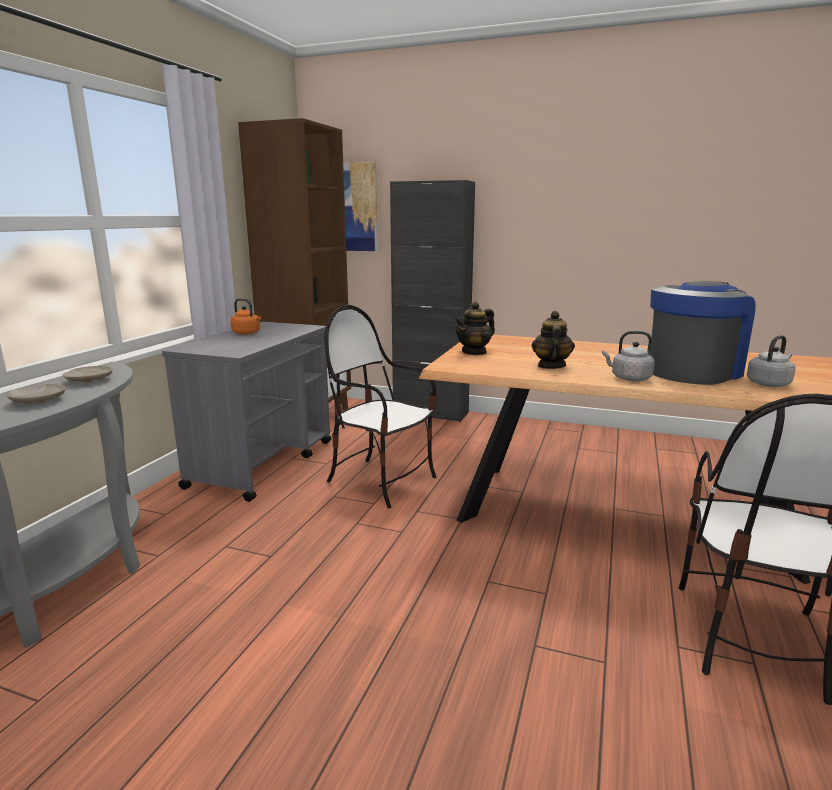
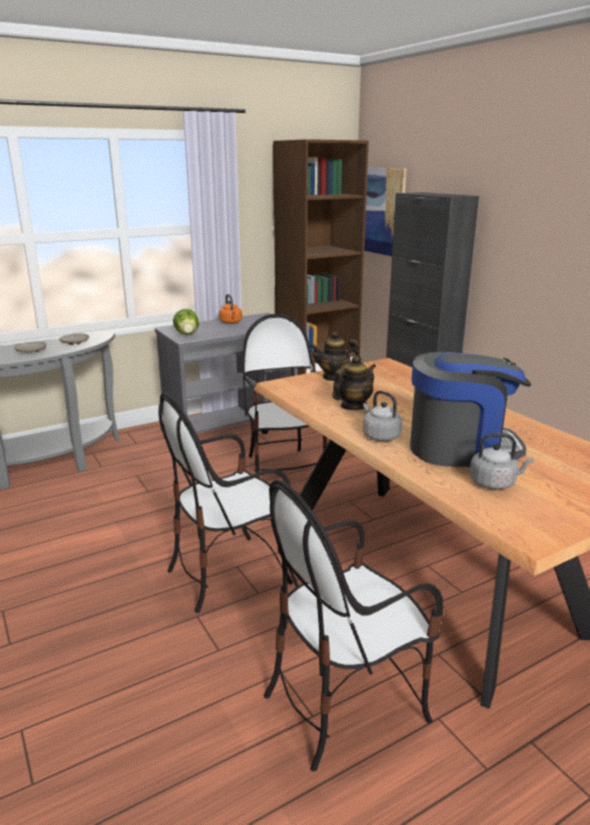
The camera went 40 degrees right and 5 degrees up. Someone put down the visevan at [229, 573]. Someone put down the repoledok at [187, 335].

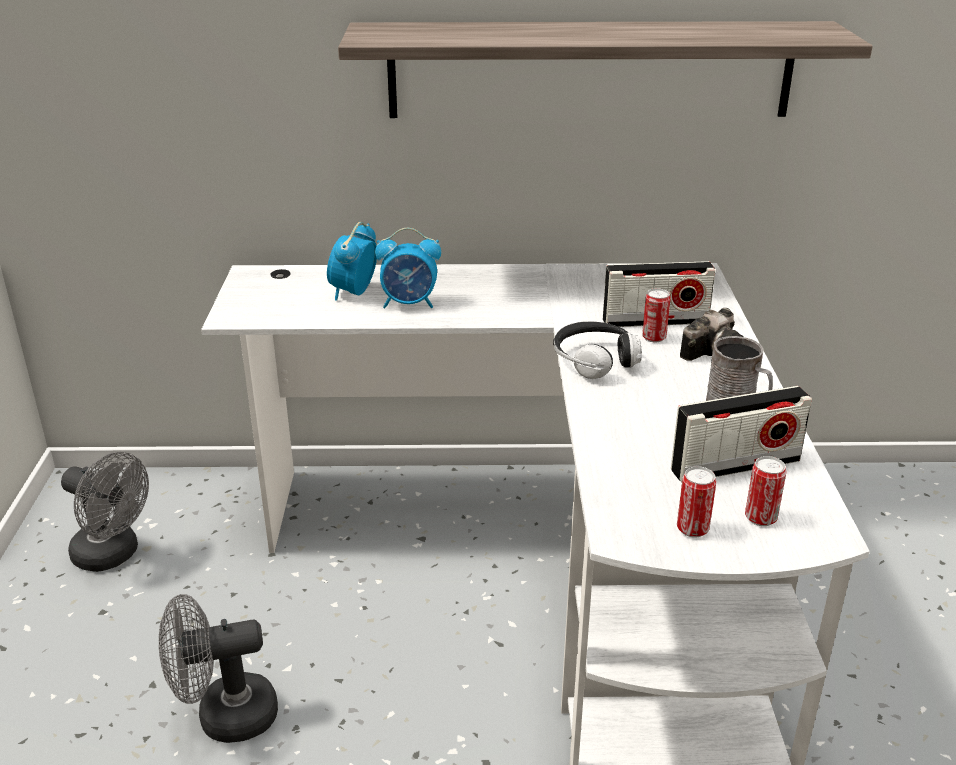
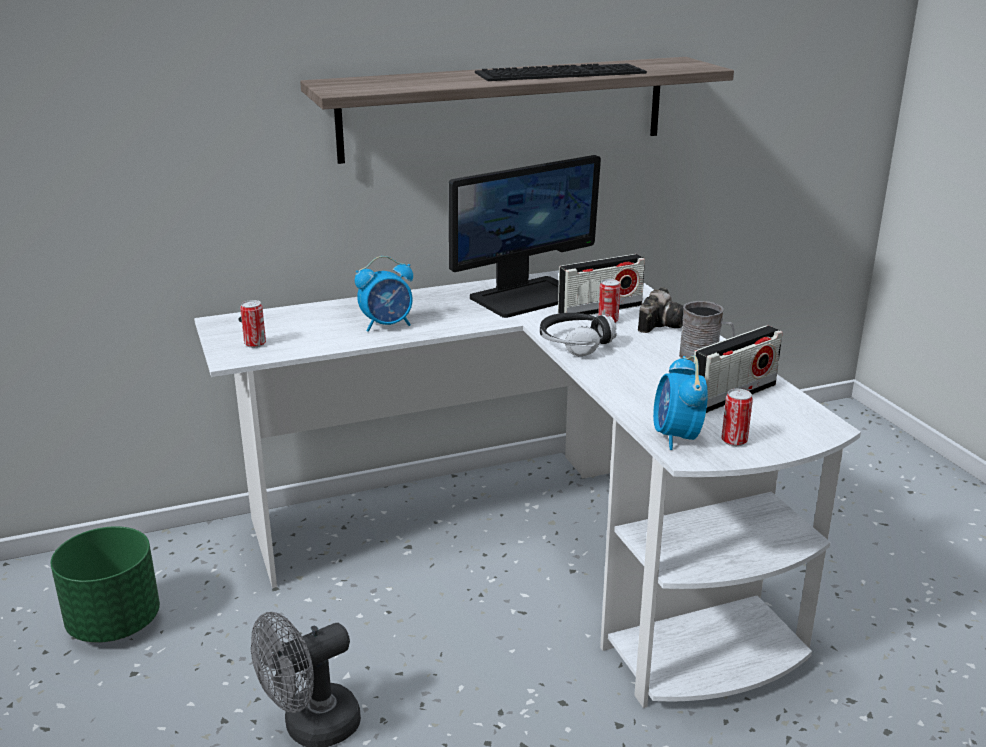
The camera went 20 degrees left and 5 degrees down. Someone swapped the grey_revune at [113, 555] for the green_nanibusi at [114, 623]. Someone carried the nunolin from [353, 293] to [676, 437]. Someone carried the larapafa from [760, 518] to [255, 344]. Someone put down the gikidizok at [526, 296]. Someone put down the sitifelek at [561, 72].

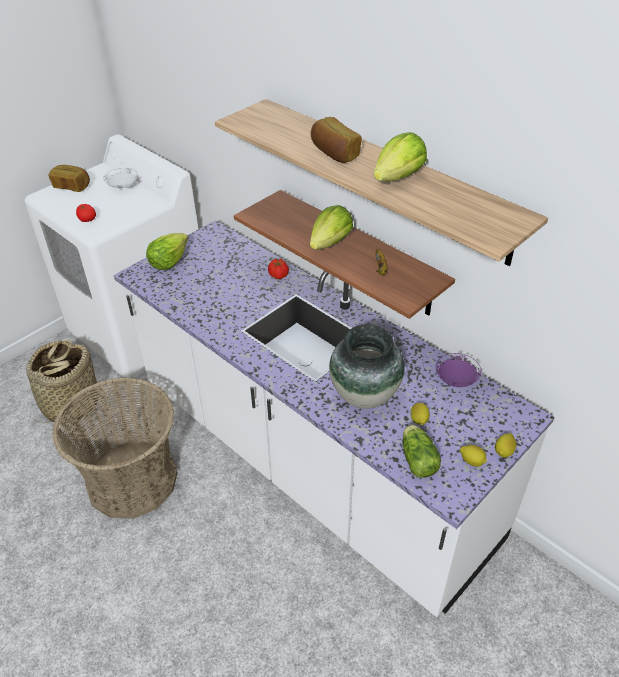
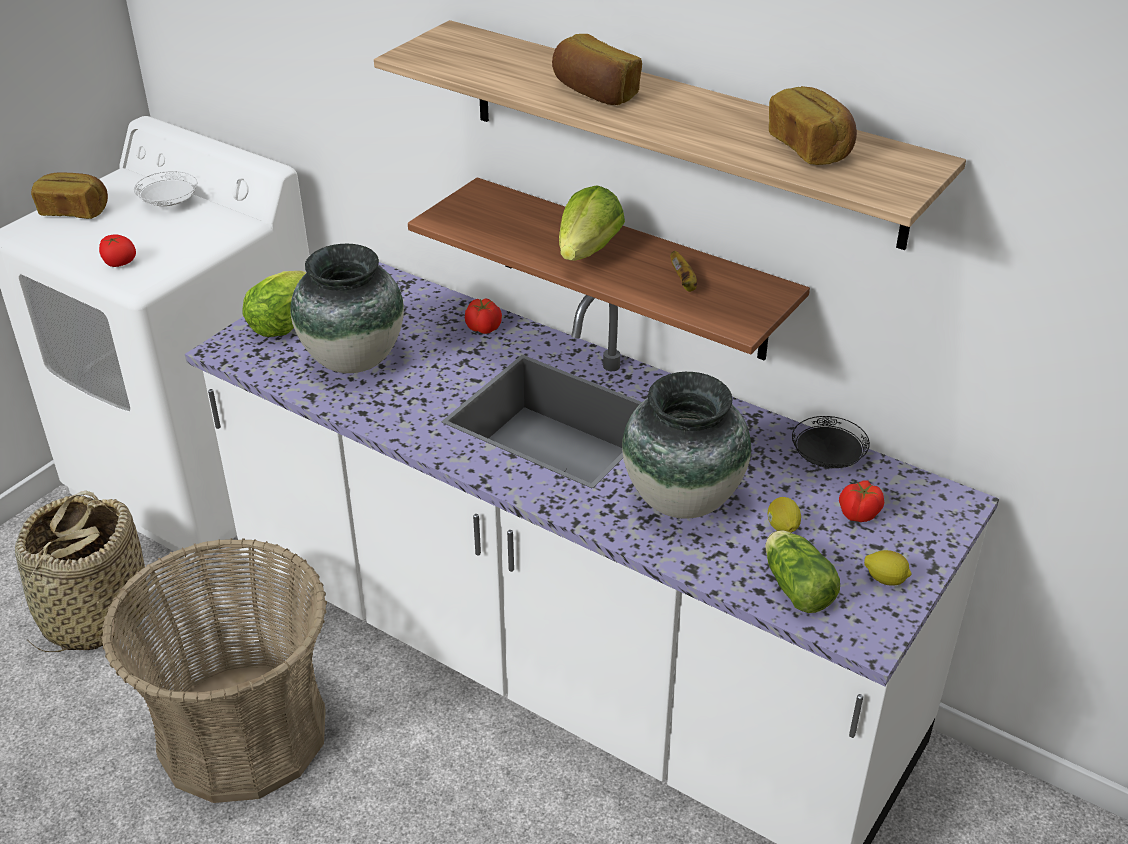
The camera went 10 degrees left and 5 degrees down. Someone took away the repoledok at [398, 178]. Someone repainted the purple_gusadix at [456, 379], which became the black_gusadix at [827, 459]. Someone took away the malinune at [504, 451]. Someone put down the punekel at [353, 361]. Someone put down the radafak at [810, 148]. Someone put down the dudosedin at [858, 514].

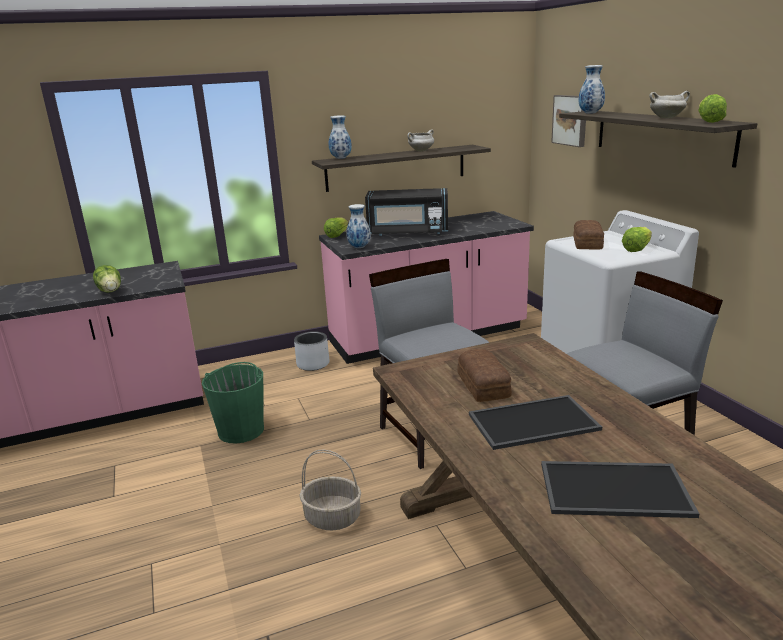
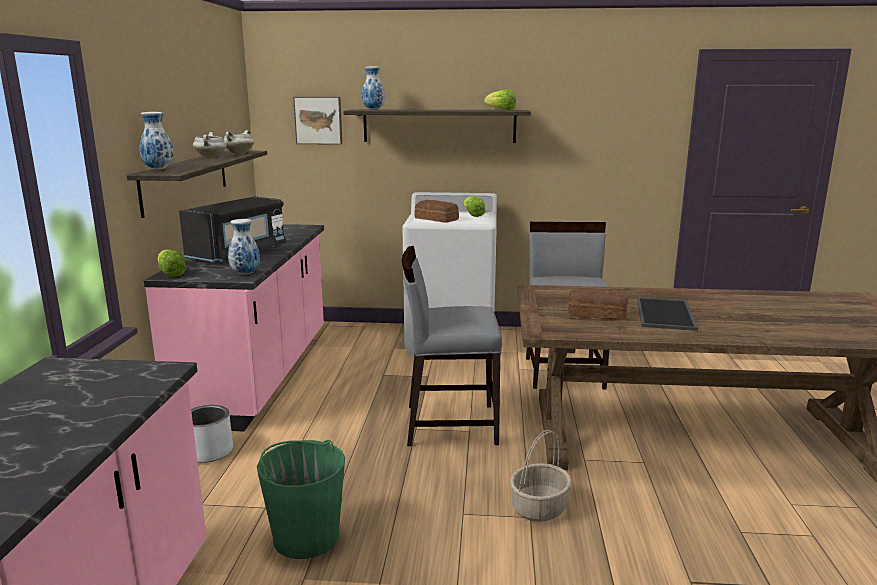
The camera went 65 degrees left and 5 degrees down. Someone took away the repoledok at [111, 291]. Someone took away the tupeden at [615, 488]. Someone carried the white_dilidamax from [666, 118] to [239, 153].

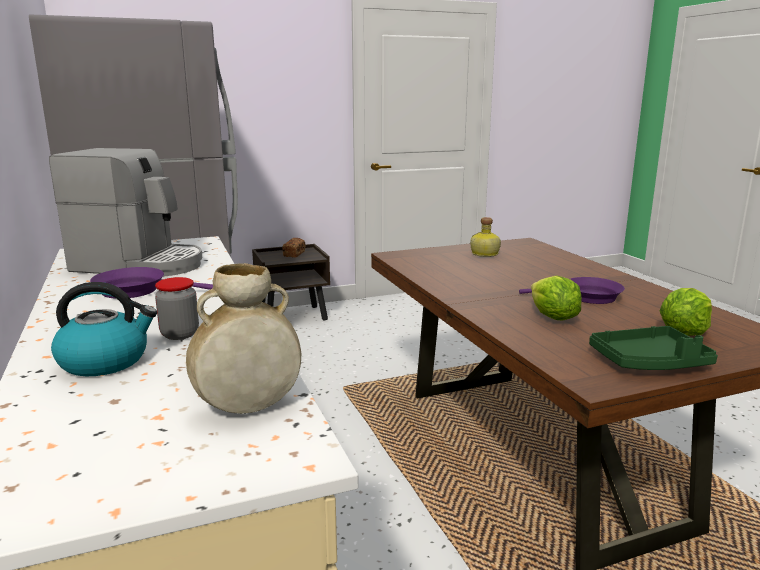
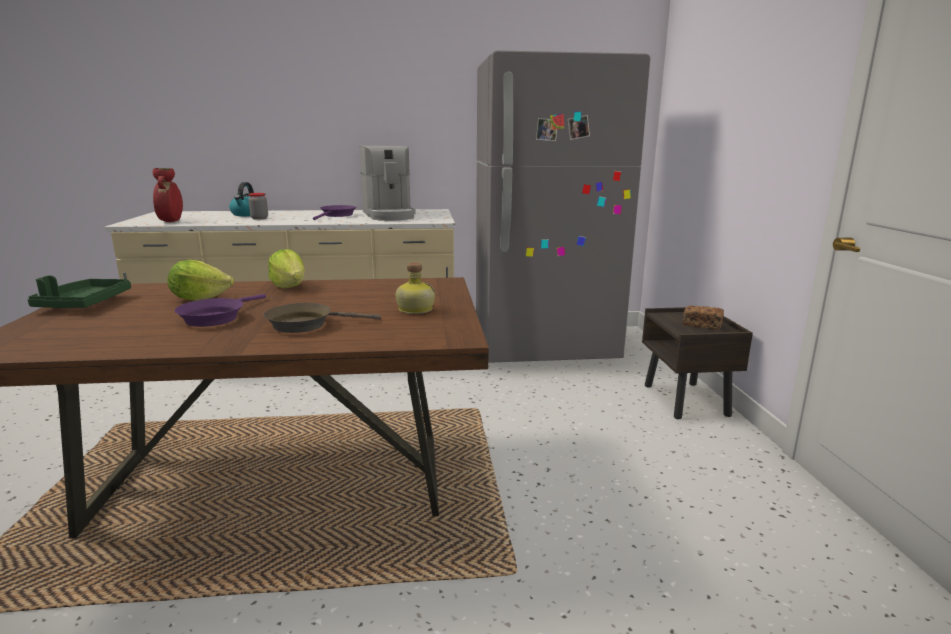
The camera went 105 degrees right and 0 degrees up. Someone rotated the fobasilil at [140, 265] by 45 degrees counterclockwise. Someone repainted the beige_punekel at [248, 407], which became the red_punekel at [171, 221]. Someone carried the repoledok from [683, 332] to [289, 286]. Someone put down the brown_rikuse at [305, 324].

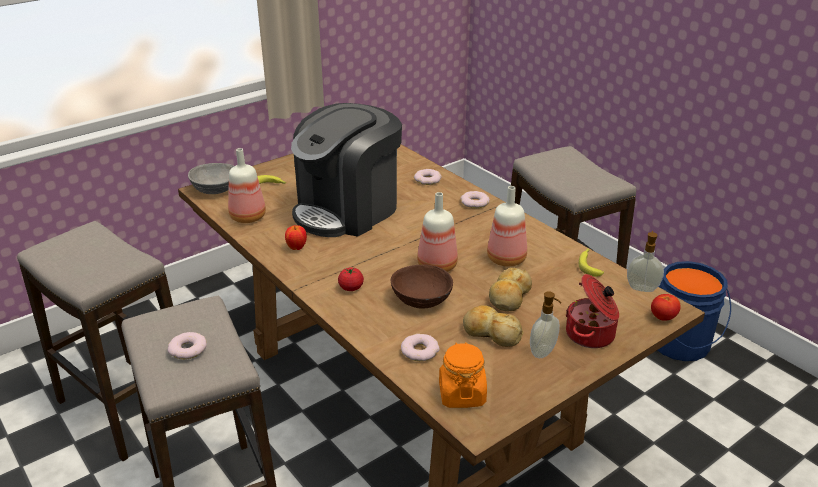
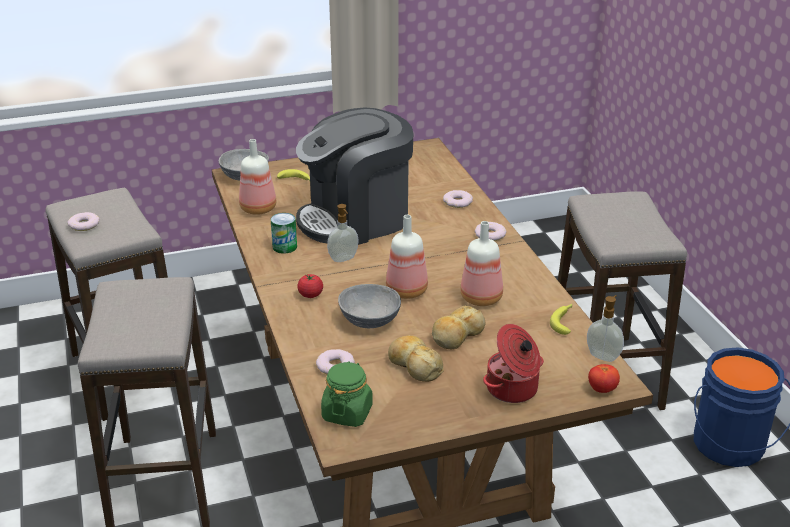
The camera went 20 degrees right and 0 degrees up. Someone carried the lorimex from [187, 349] to [84, 225]. Someone swapped the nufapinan at [296, 248] for the larapafa at [284, 247]. Someone repainted the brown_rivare at [421, 300], which became the grey_rivare at [369, 320]. Someone repainted the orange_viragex at [461, 394], which became the green_viragex at [347, 413]. Someone carried the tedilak from [543, 352] to [343, 259].

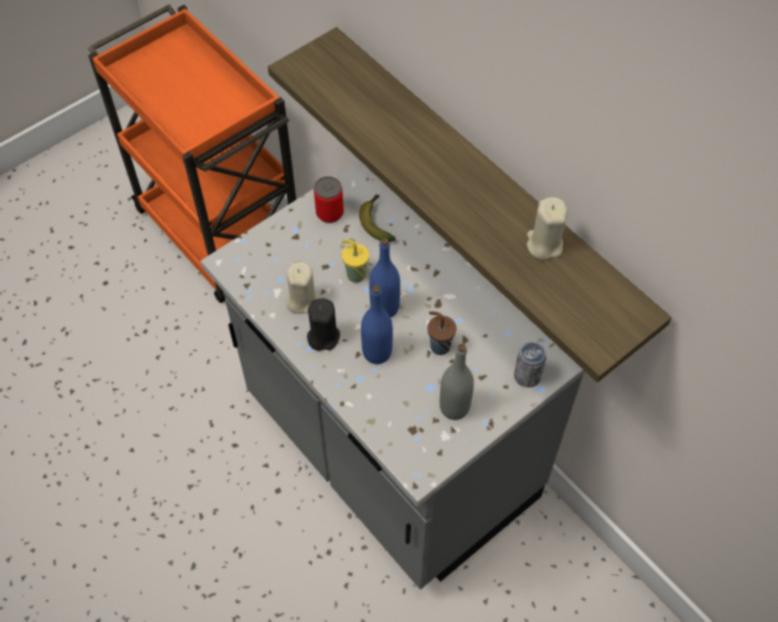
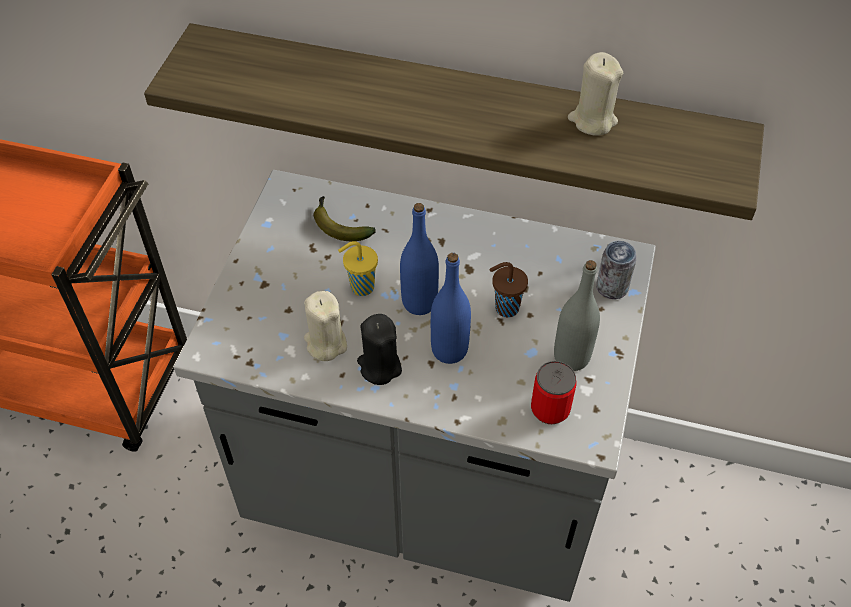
The camera went 35 degrees left and 5 degrees down. Someone carried the larapafa from [329, 213] to [550, 409].

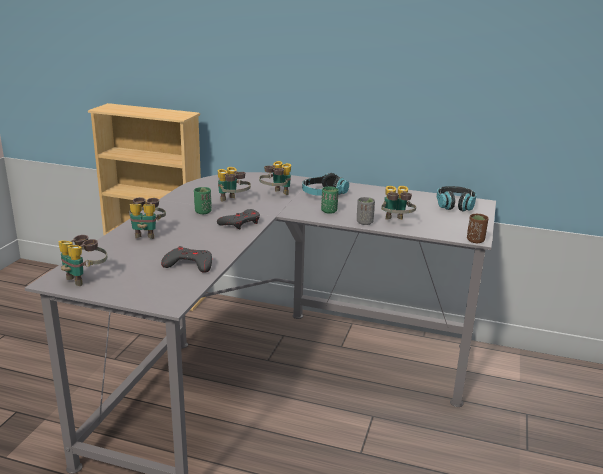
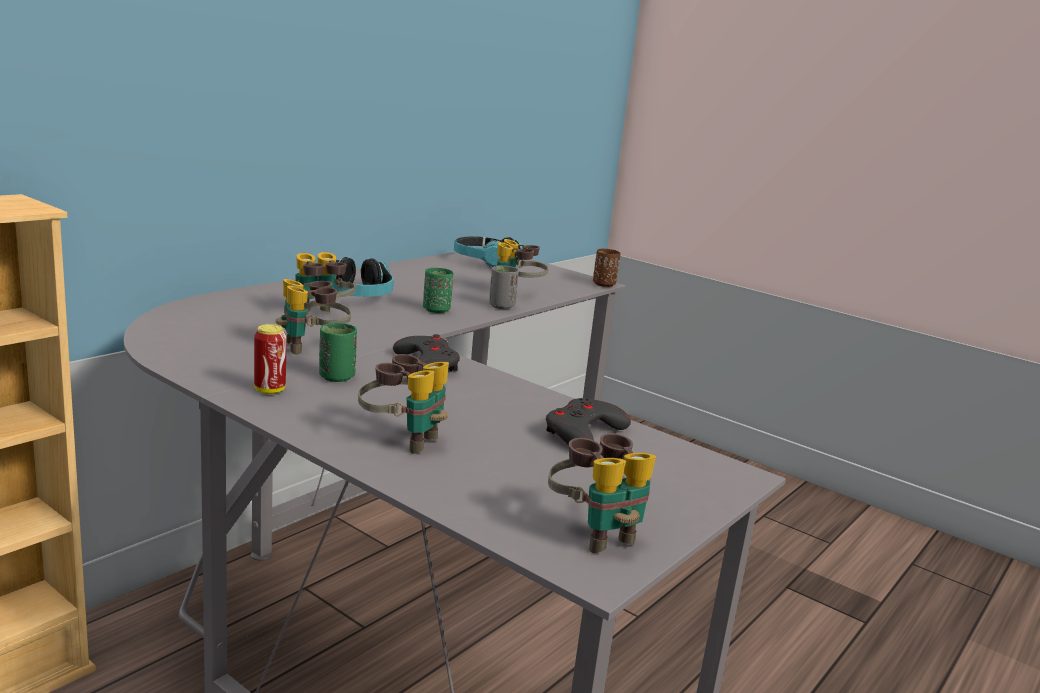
The camera went 70 degrees left and 5 degrees down. Someone put down the larapafa at [269, 390].

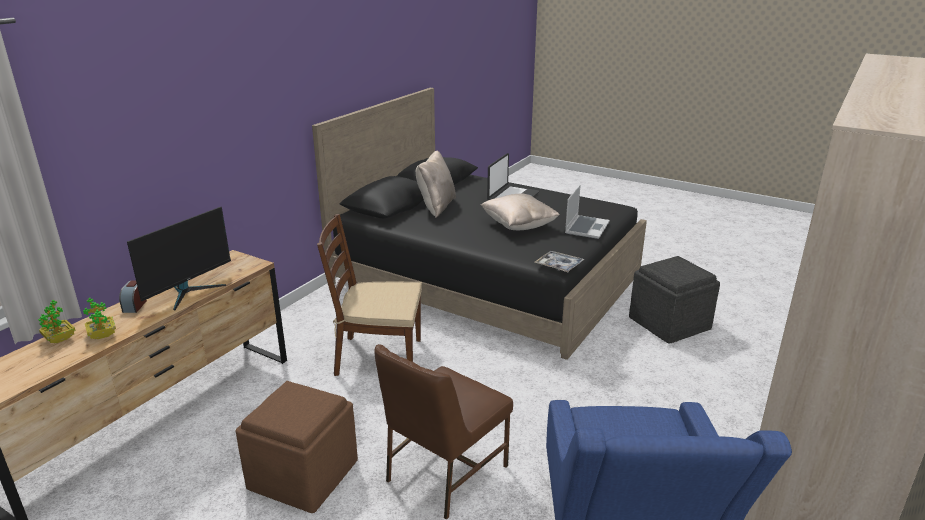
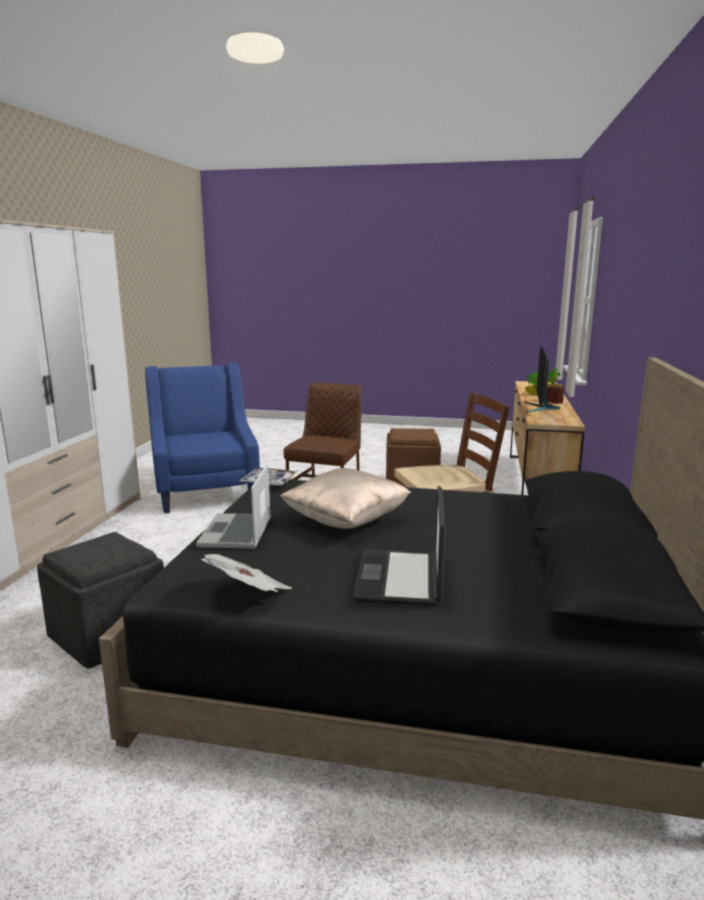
The camera went 160 degrees right and 10 degrees down. Someone took away the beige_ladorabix at [436, 207]. Someone put down the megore at [248, 594].

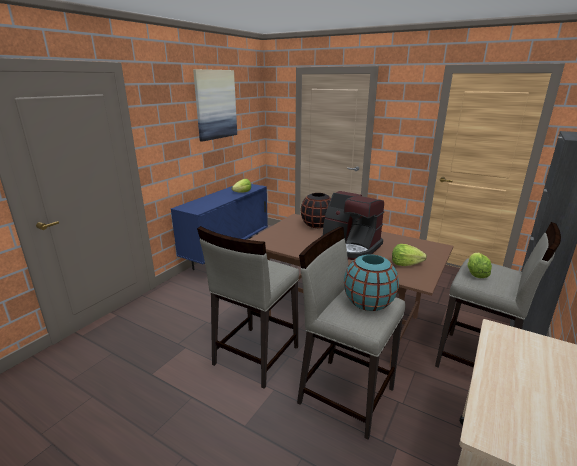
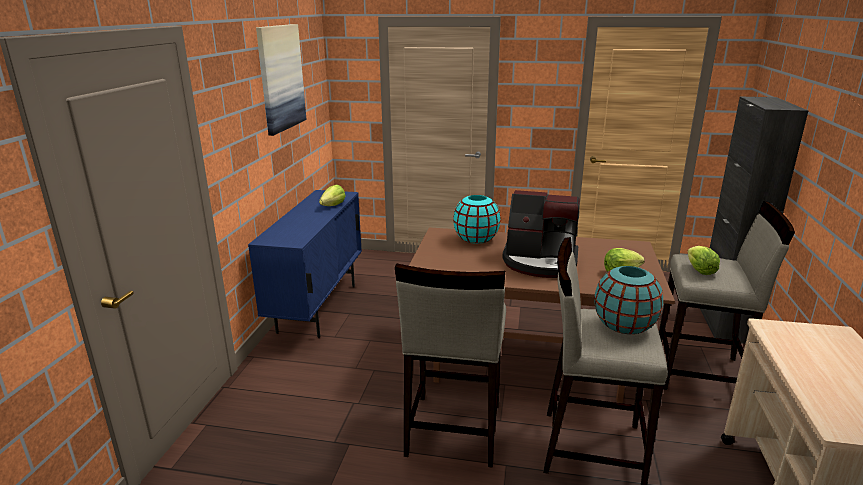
The camera went 20 degrees left and 0 degrees up. Someone repainted the black_punekel at [317, 225], which became the turquoise_punekel at [476, 239].

